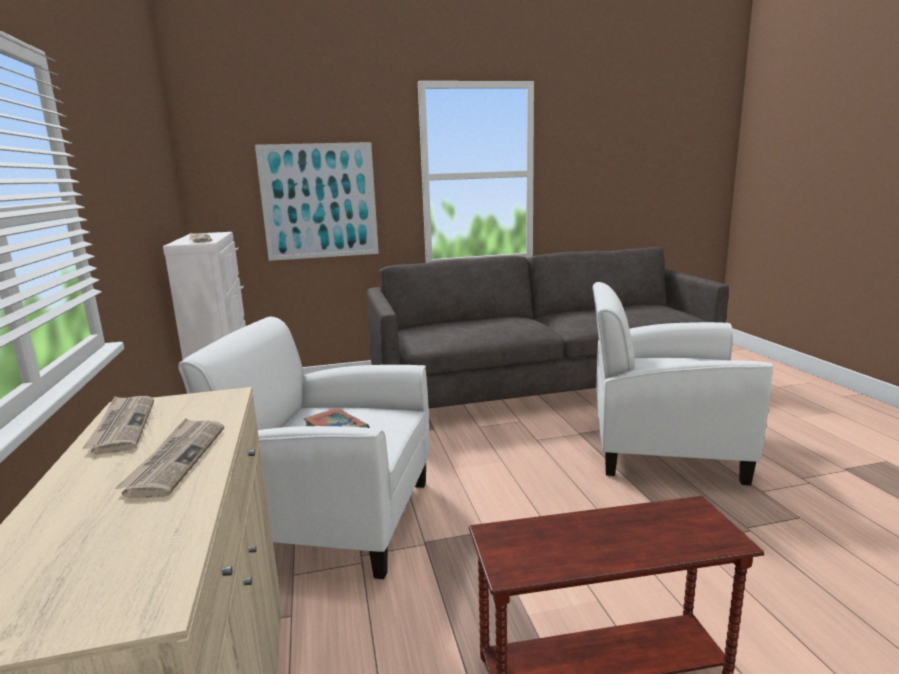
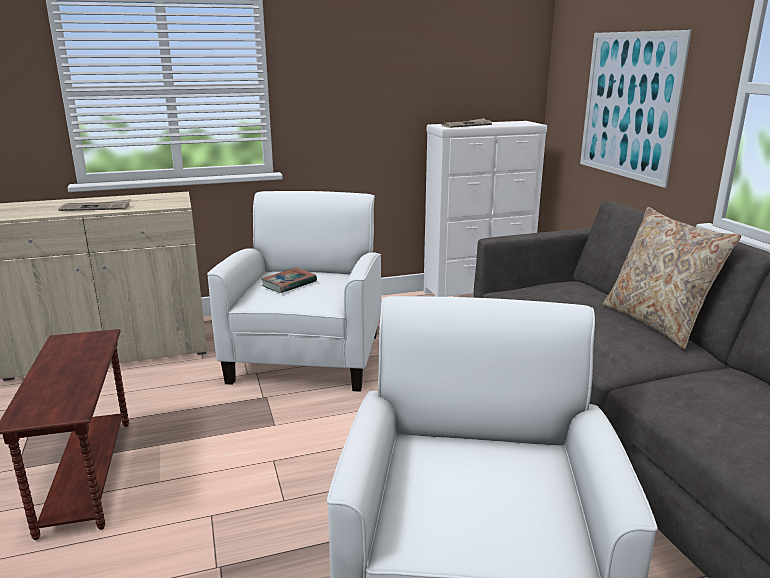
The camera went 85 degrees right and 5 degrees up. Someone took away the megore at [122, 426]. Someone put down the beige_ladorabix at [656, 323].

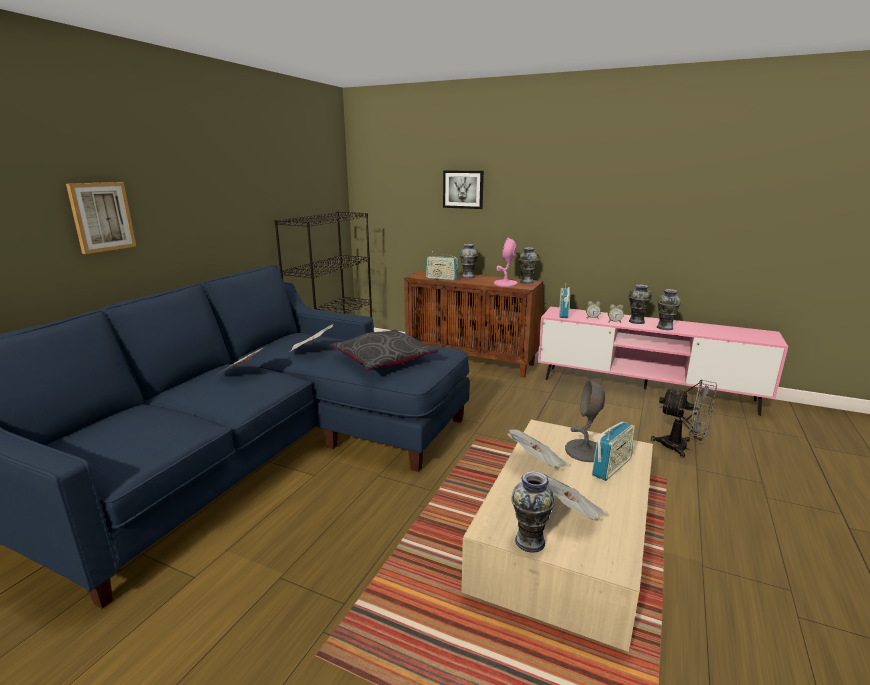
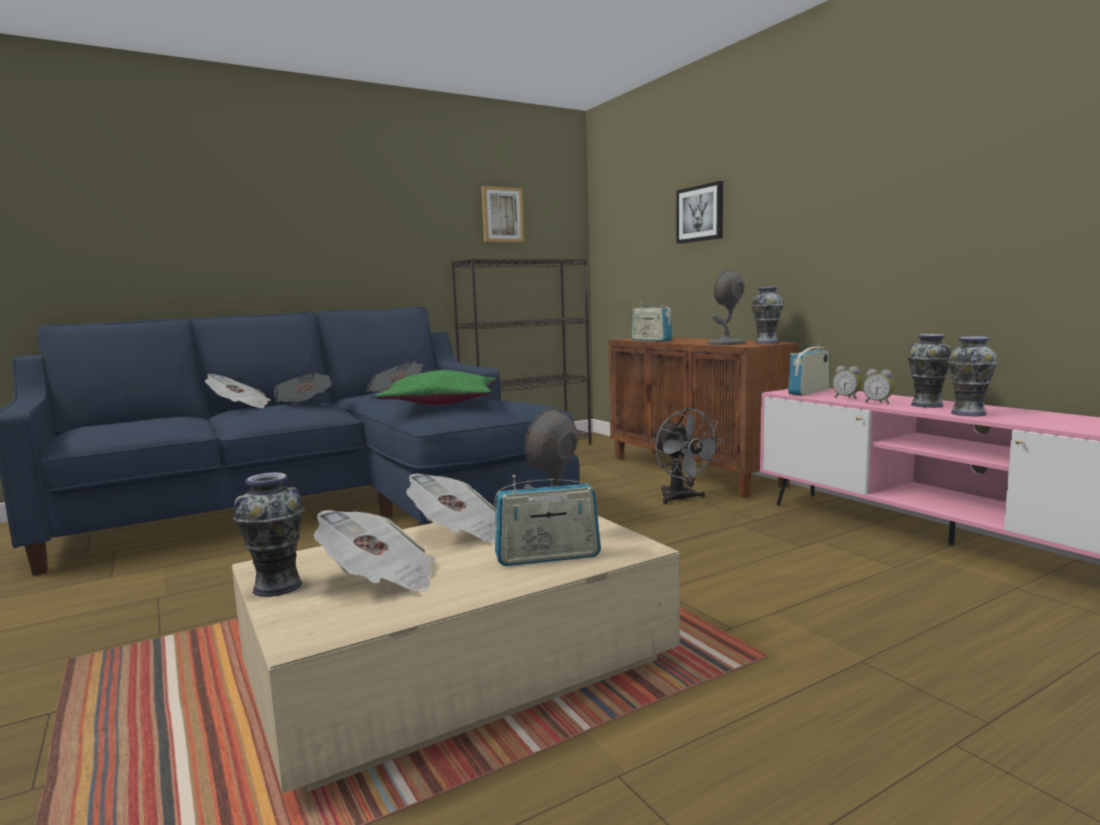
The camera went 35 degrees right and 10 degrees down. Someone carried the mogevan from [101, 217] to [502, 215]. Someone repainted the grey_ladorabix at [383, 359], which became the green_ladorabix at [441, 404]. Someone took away the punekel at [468, 276]. Someone repainted the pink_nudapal at [505, 284], which became the grey_nudapal at [726, 343]. Someone carried the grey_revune from [681, 448] to [682, 499]. Someone put down the megore at [240, 407].

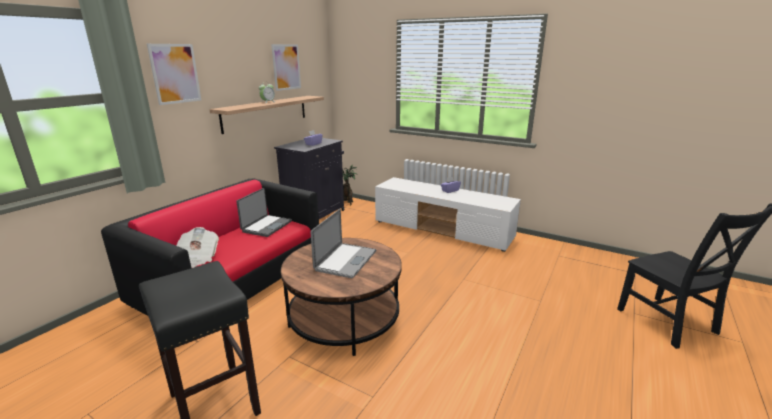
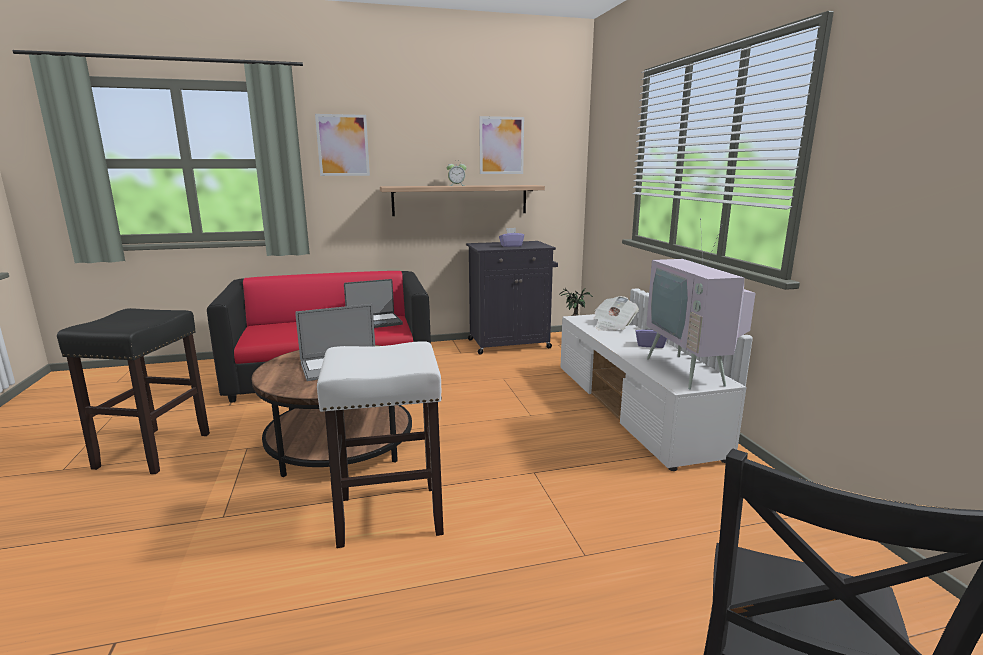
The camera went 45 degrees right and 5 degrees down. Someone carried the megore from [198, 258] to [613, 326]. Someone put down the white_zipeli at [388, 515]. Someone put down the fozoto at [691, 371].

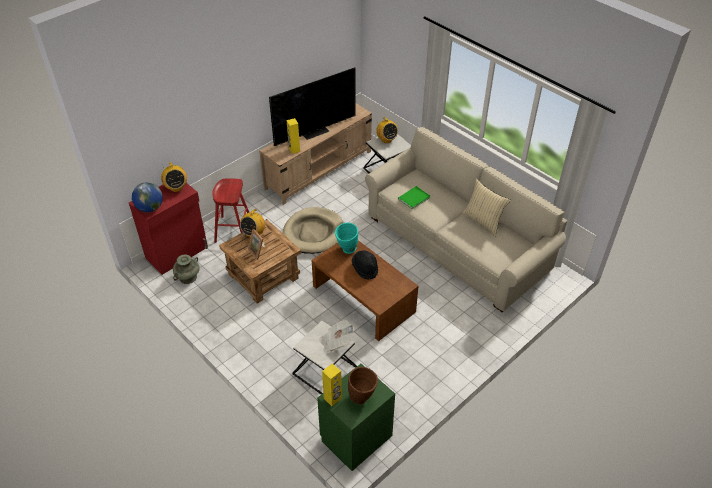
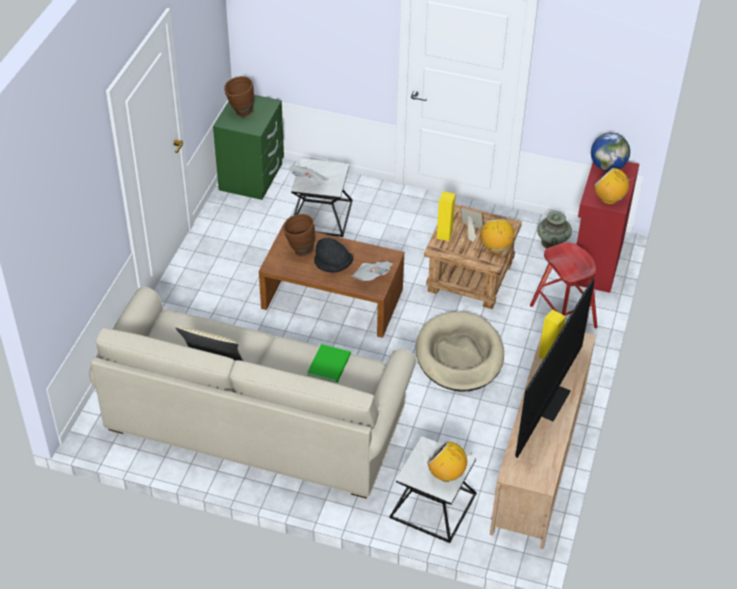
The camera went 150 degrees right and 0 degrees up. Someone carried the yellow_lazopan from [332, 398] to [444, 235]. Someone swapped the turquoise_punekel at [346, 250] for the megore at [371, 278]. Someone put down the brown_punekel at [299, 251].

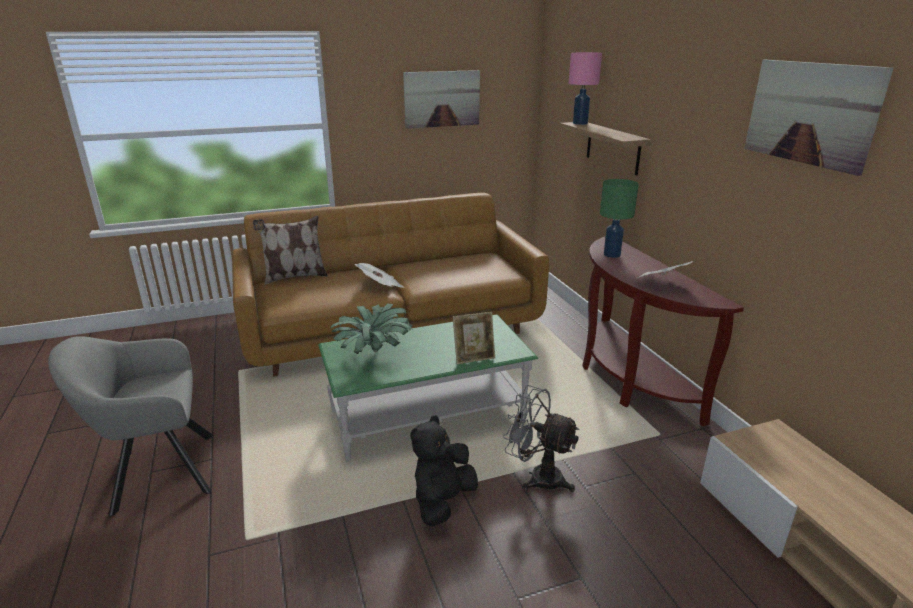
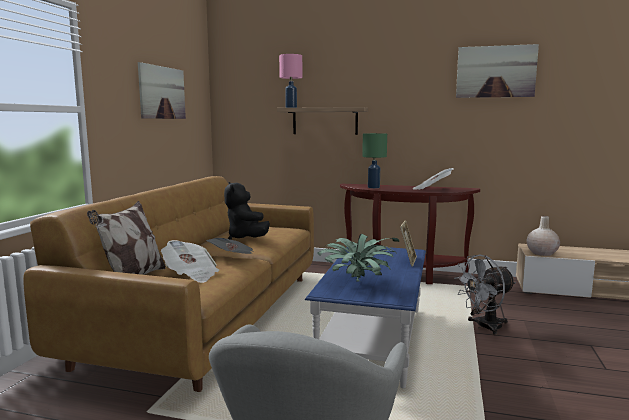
The camera went 55 degrees left and 15 degrees down. Someone repainted the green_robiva at [427, 416], which became the blue_robiva at [373, 339]. Someone carried the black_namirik from [443, 501] to [246, 238]. Someone put down the megore at [191, 275]. Someone put down the beige_punekel at [541, 253].

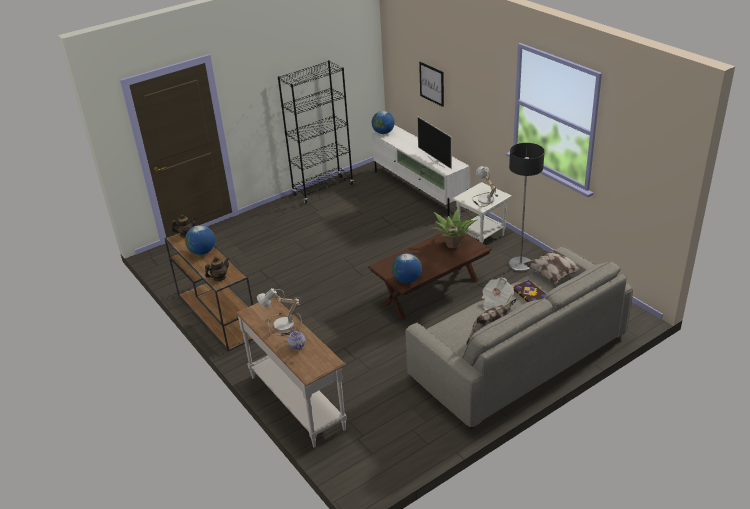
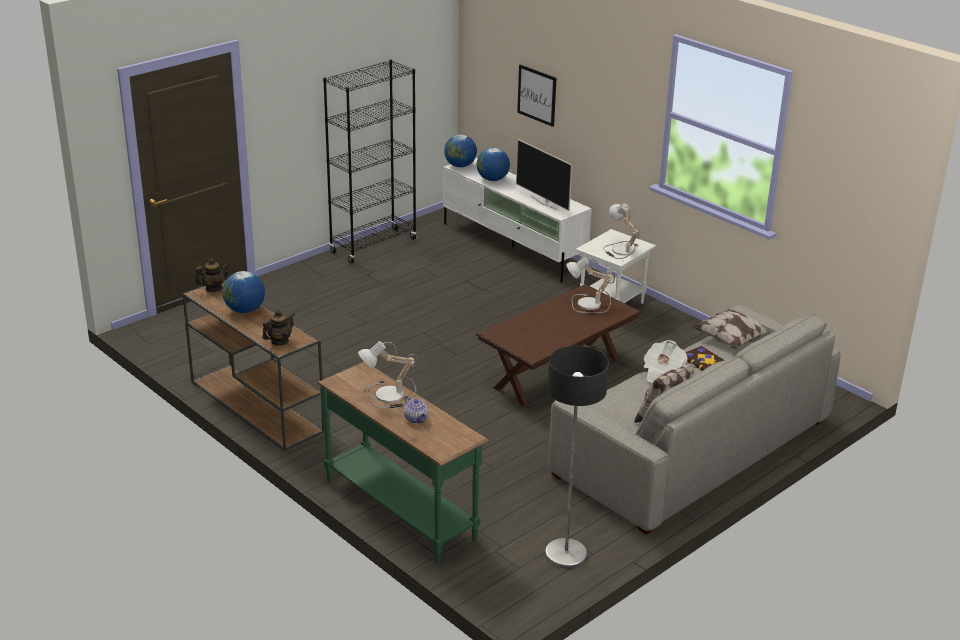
The camera went 10 degrees left and 5 degrees down. Someone repainted the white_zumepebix at [298, 401], which became the green_zumepebix at [401, 509]. Someone carried the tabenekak from [407, 280] to [492, 179]. Someone swapped the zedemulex at [453, 243] for the nudapal at [587, 305]. Someone carried the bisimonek from [520, 265] to [565, 554].

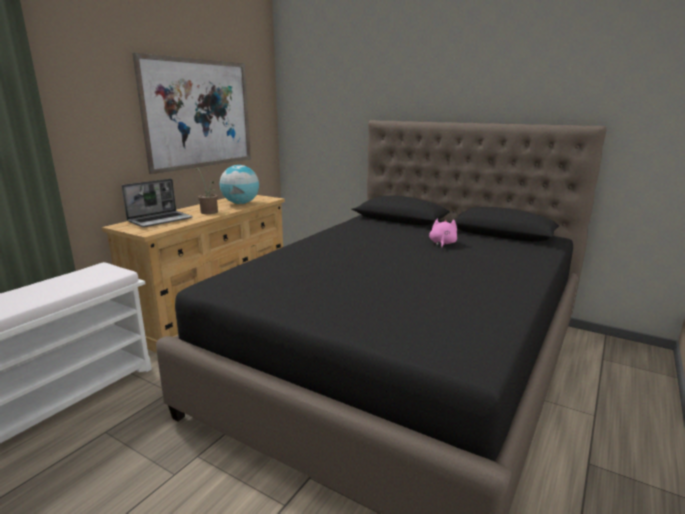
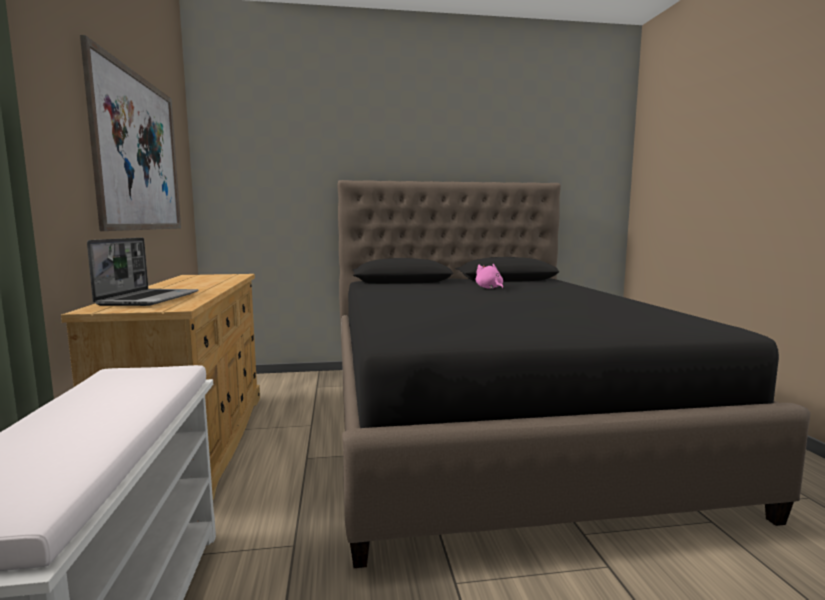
The camera went 40 degrees left and 10 degrees down. Someone took away the zedemulex at [209, 211]. Someone took away the tabenekak at [241, 203].

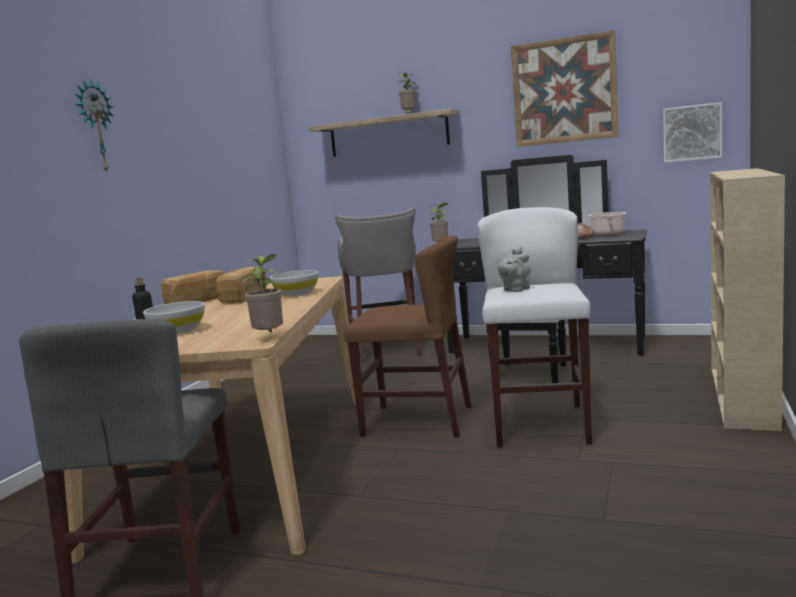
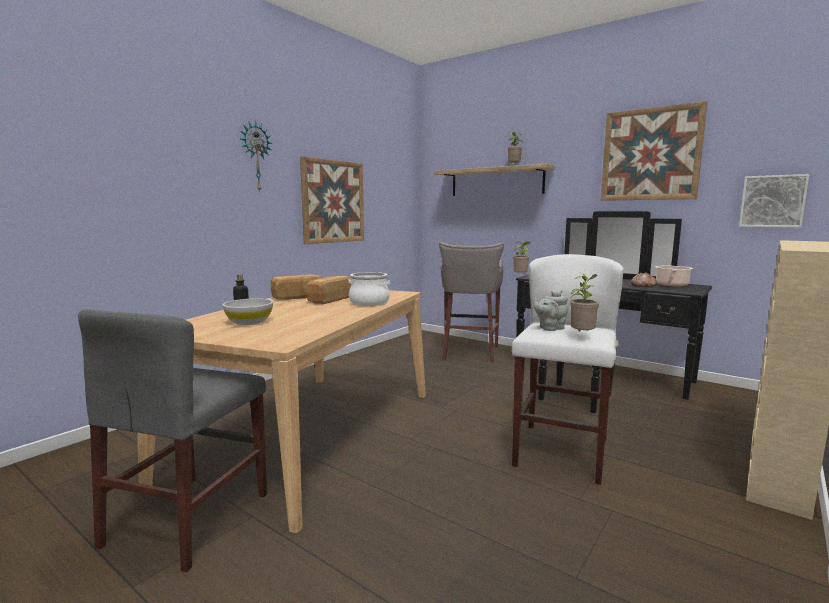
The camera went 15 degrees right and 0 degrees up. Someone carried the zedemulex from [269, 337] to [582, 336]. Someone swapped the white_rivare at [296, 294] for the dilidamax at [369, 303]. Someone took away the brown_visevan at [417, 421]. Someone put up the mogevan at [333, 201].

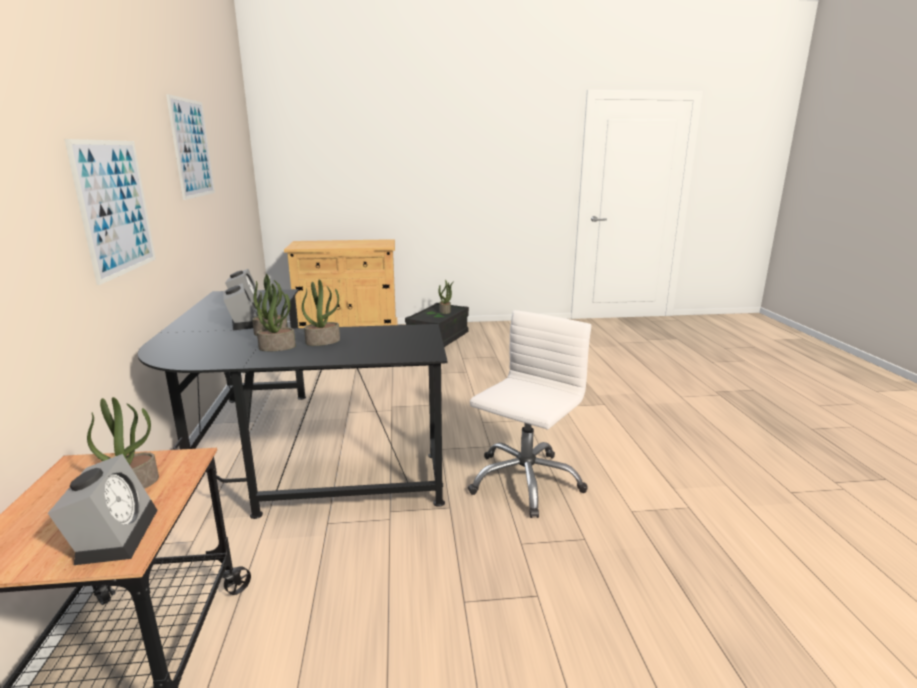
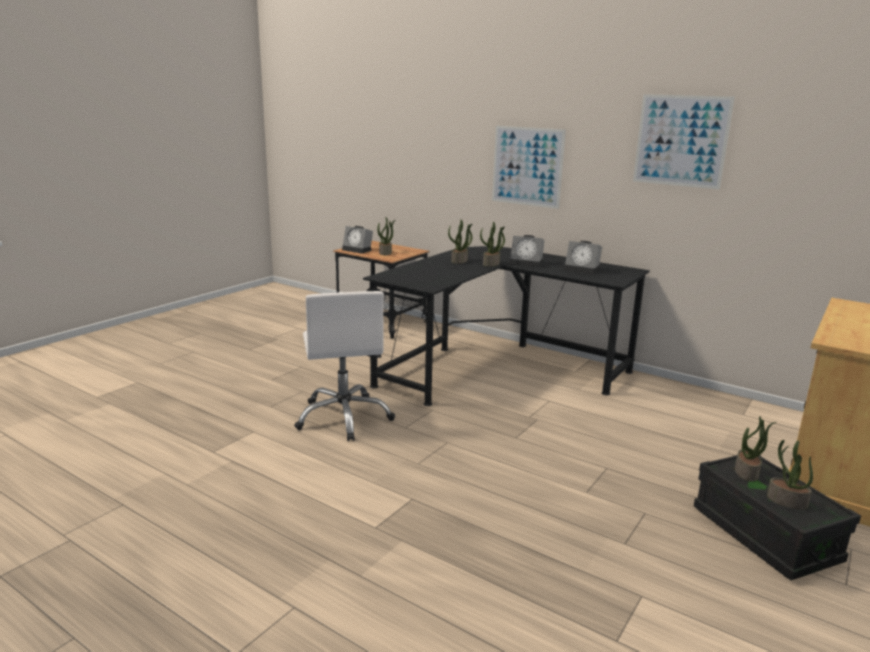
The camera went 130 degrees right and 0 degrees up. Someone carried the zedemulex from [323, 341] to [747, 472].

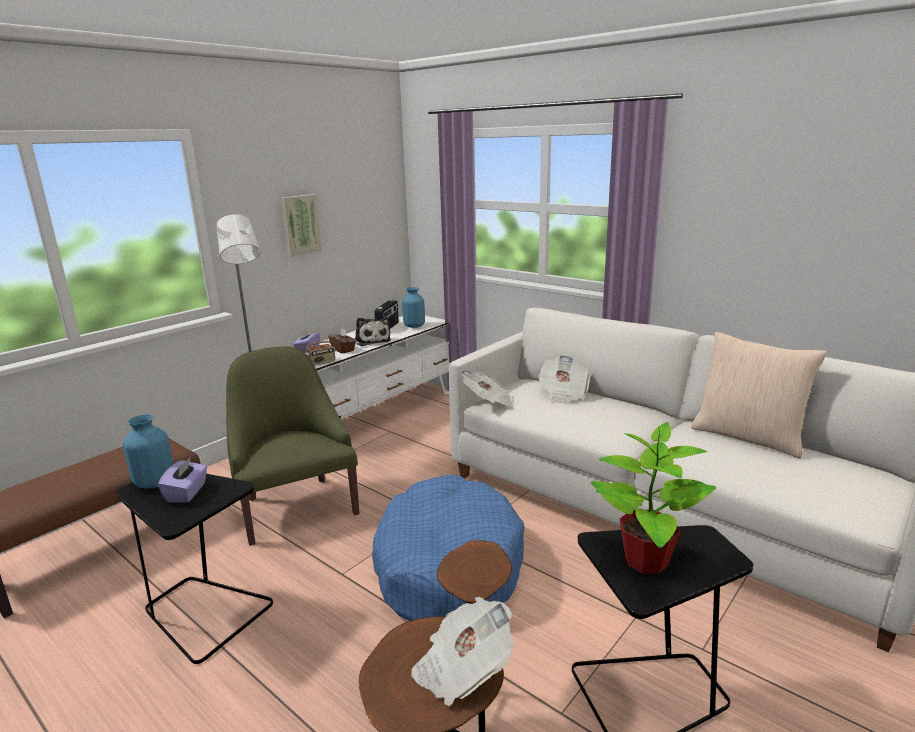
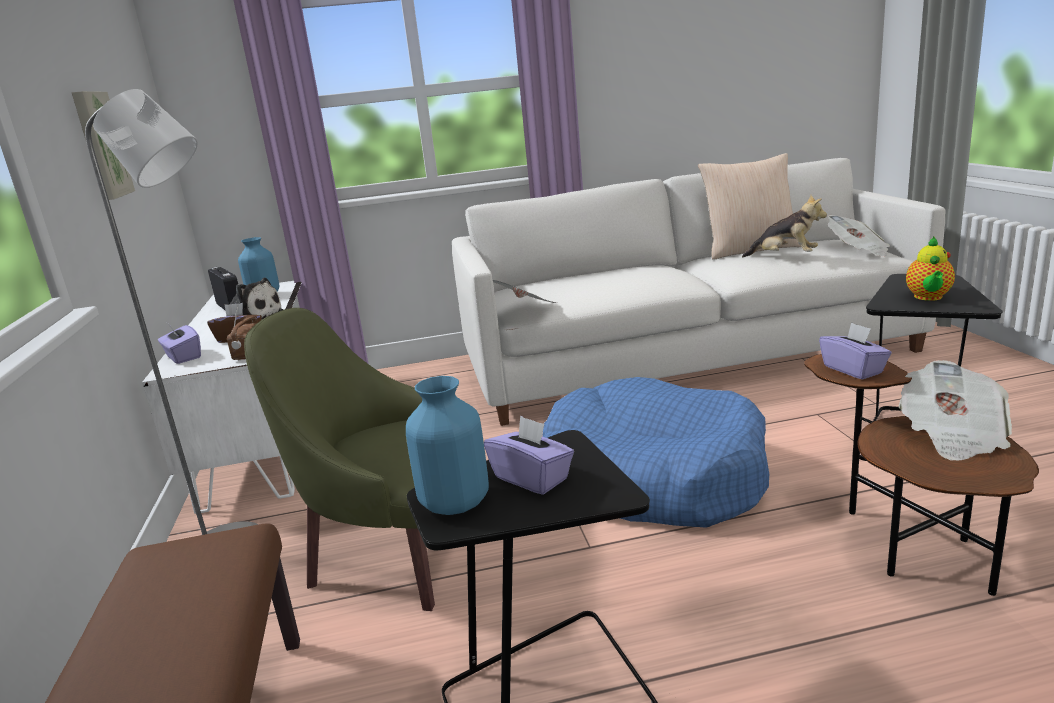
The camera went 50 degrees left and 0 degrees up. Someone carried the megore from [563, 393] to [858, 252]. Someone swapped the zedemulex at [644, 561] for the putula at [928, 297]. Someone put down the namirik at [785, 257]. Someone put down the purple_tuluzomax at [853, 369].

